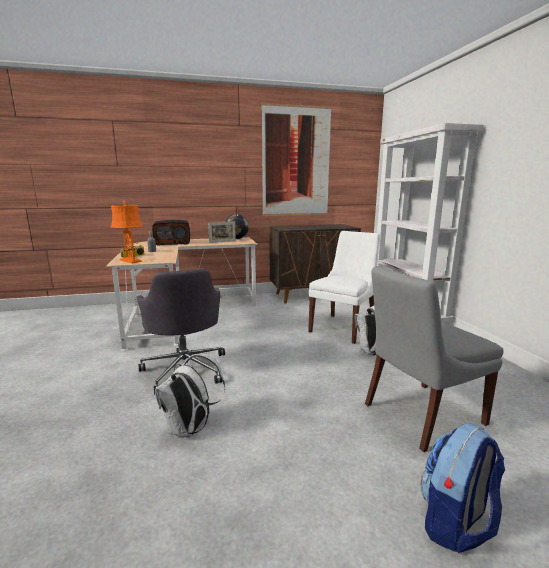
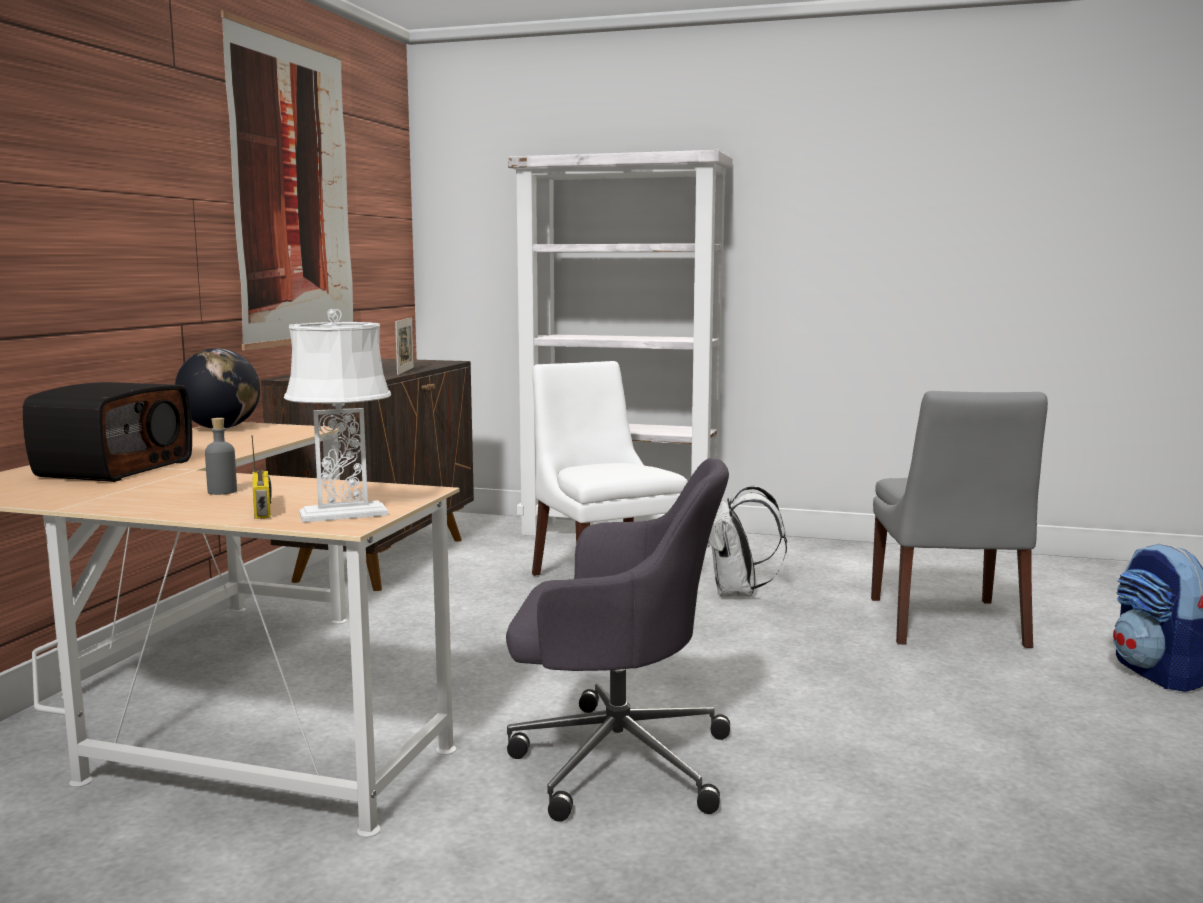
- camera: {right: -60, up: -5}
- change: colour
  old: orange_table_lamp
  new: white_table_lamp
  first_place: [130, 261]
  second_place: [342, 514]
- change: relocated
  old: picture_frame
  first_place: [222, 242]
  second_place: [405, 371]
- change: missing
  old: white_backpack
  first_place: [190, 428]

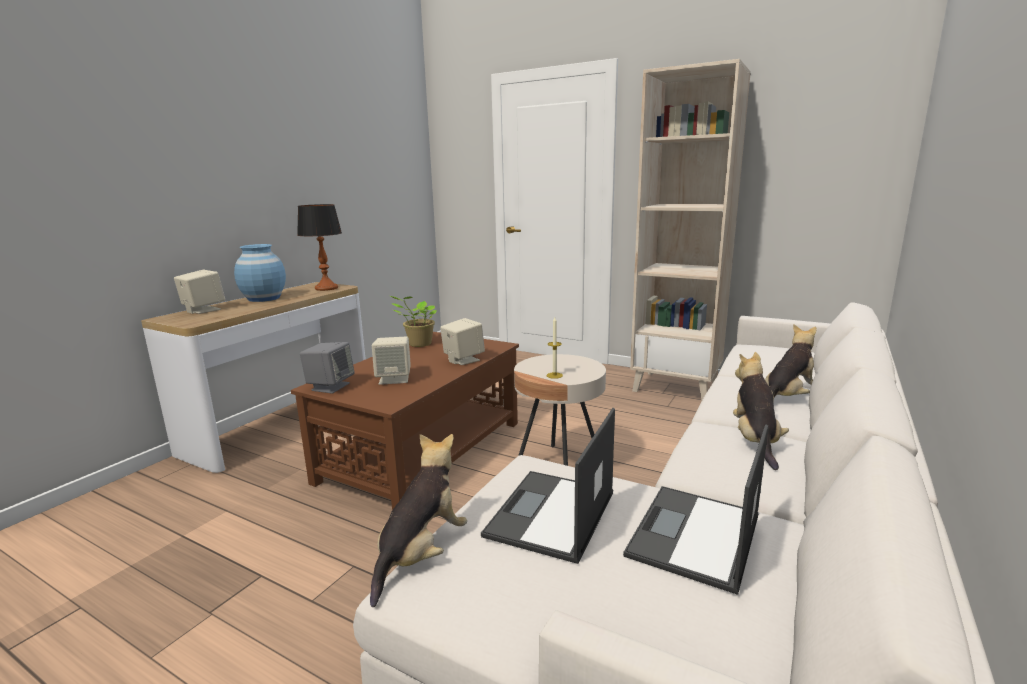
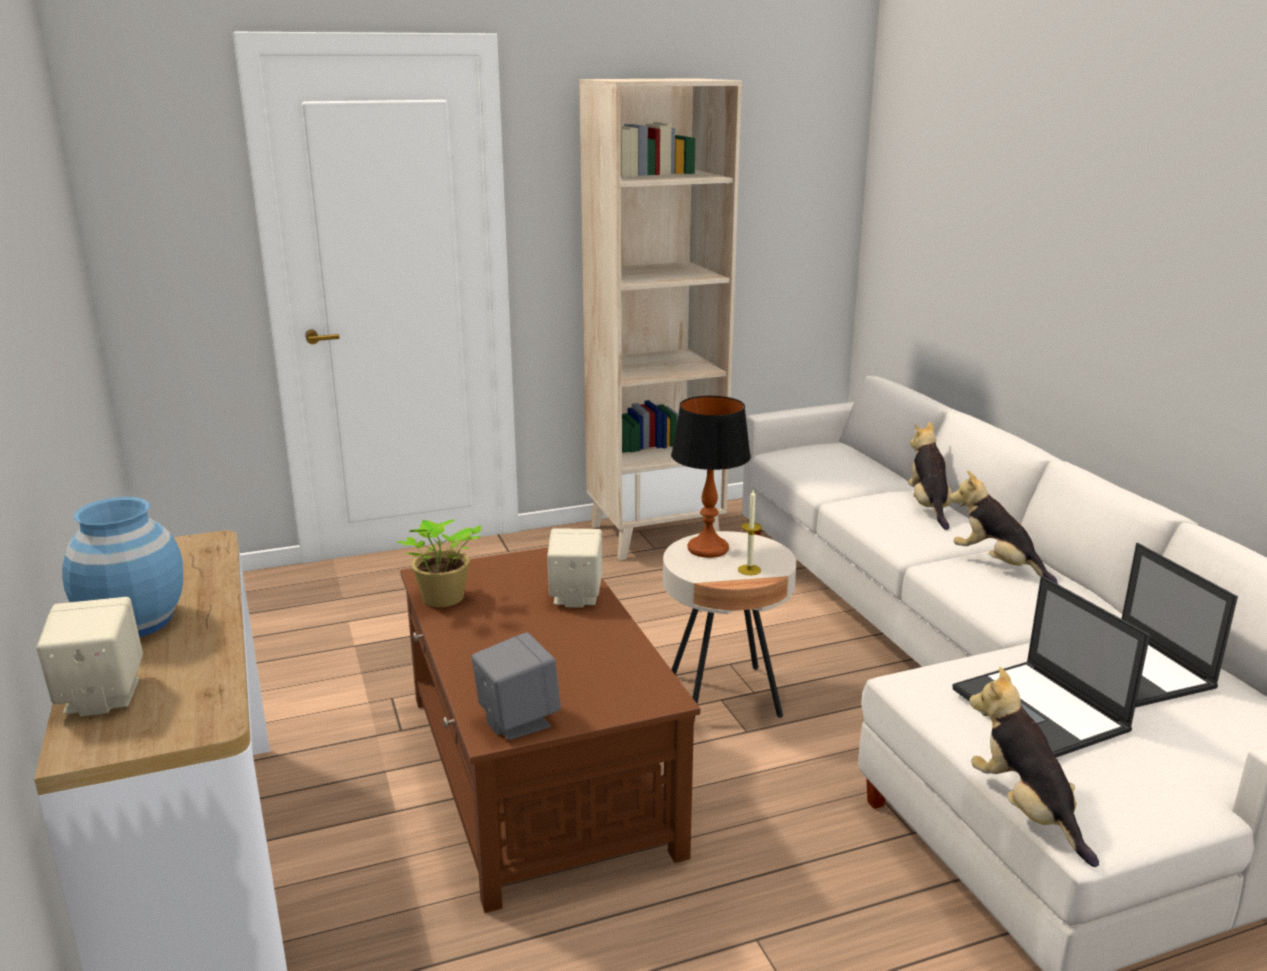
- camera: {right: -50, up: 5}
- change: relocated
  old: table_lamp
  first_place: [326, 288]
  second_place: [707, 548]
- change: missing
  old: beige_speaker
  first_place: [394, 379]

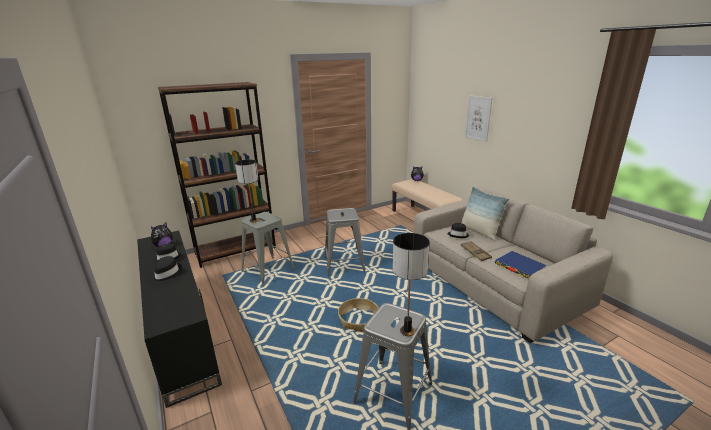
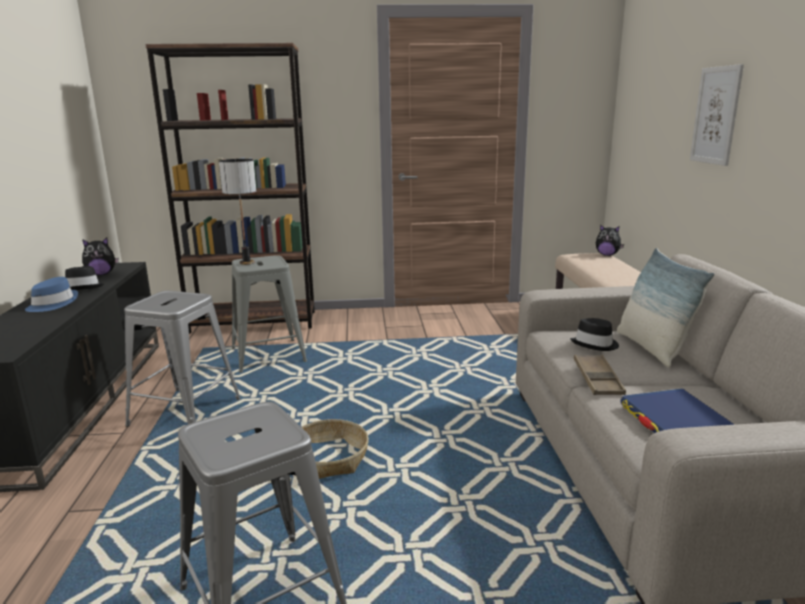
- camera: {right: 25, up: -5}
- change: relocated
  old: grey_stool
  first_place: [344, 265]
  second_place: [185, 412]
- change: missing
  old: table_lamp
  first_place: [407, 331]
- change: colour
  old: black_hat
  new: blue_hat
  first_place: [166, 275]
  second_place: [53, 304]

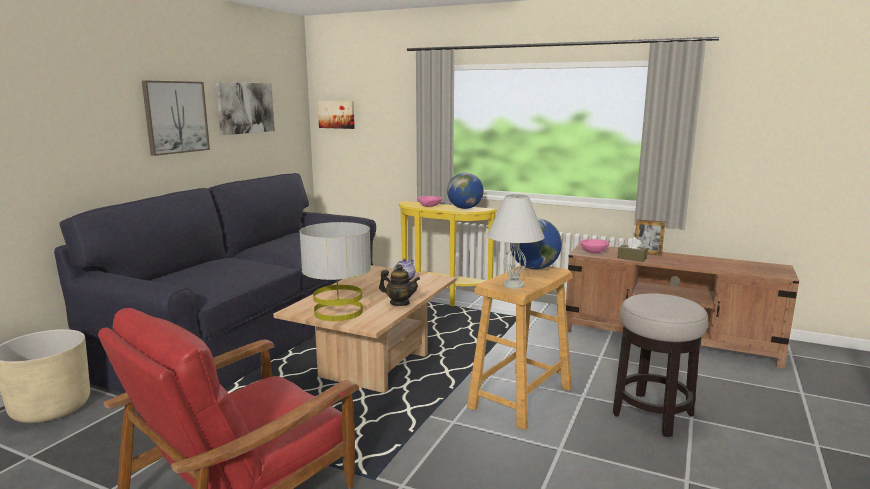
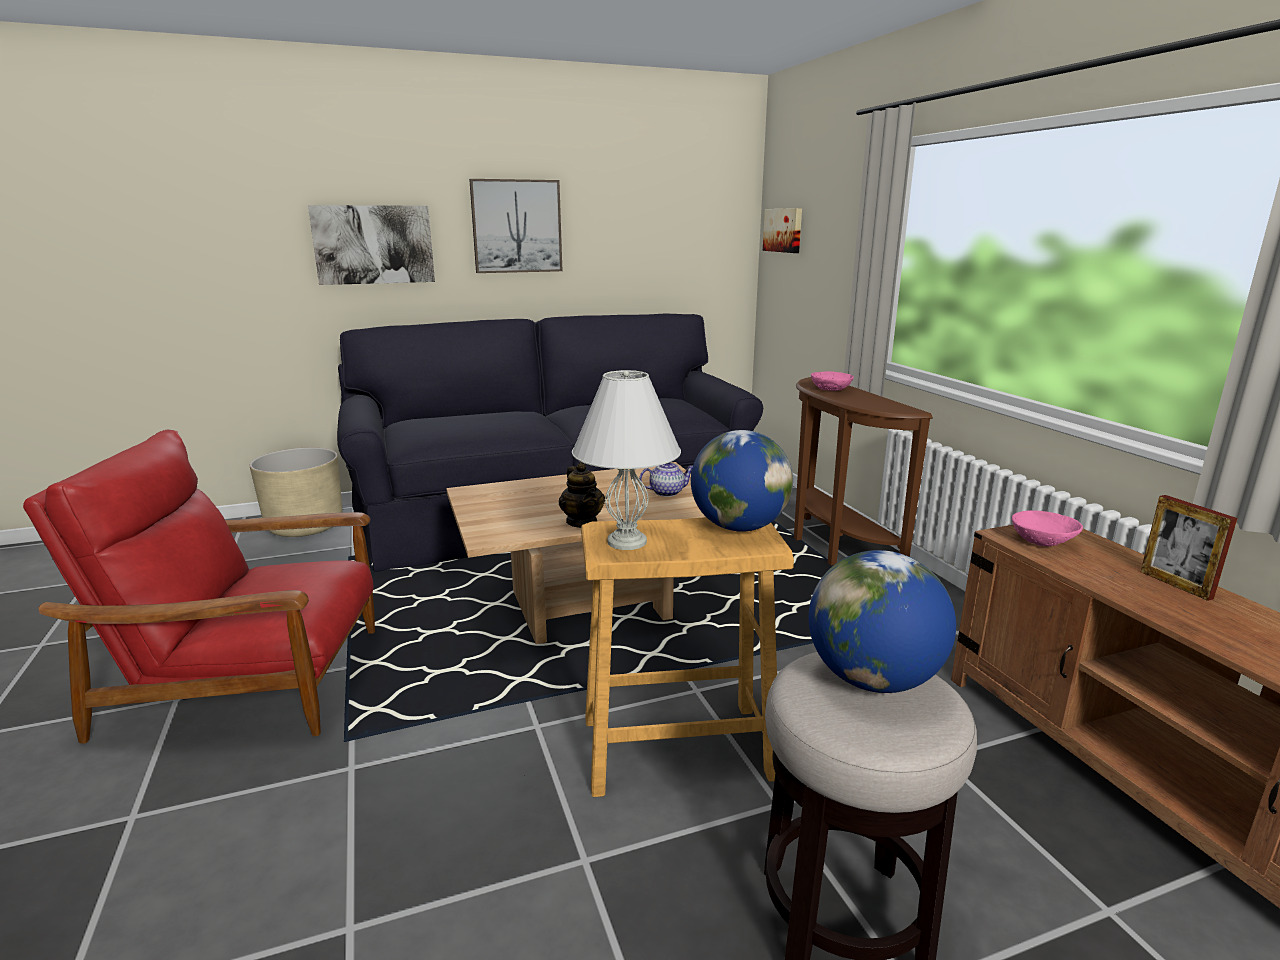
- camera: {right: 45, up: 5}
- change: relocated
  old: picture
  first_place: [245, 108]
  second_place: [373, 244]
- change: relocated
  old: globe
  first_place: [465, 208]
  second_place: [873, 679]
- change: colour
  old: yellow_console_table
  new: brown_console_table
  first_place: [441, 299]
  second_place: [833, 549]
- change: missing
  old: grey_table_lamp
  first_place: [338, 312]
- change: missing
  old: brown_tissue_box
  first_place: [632, 258]

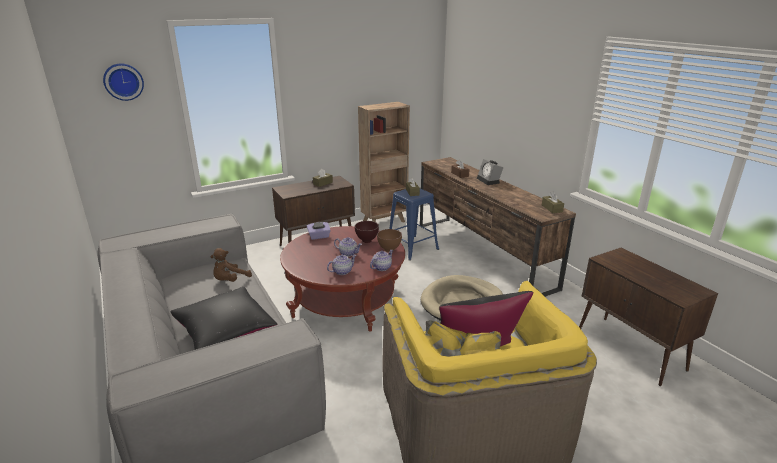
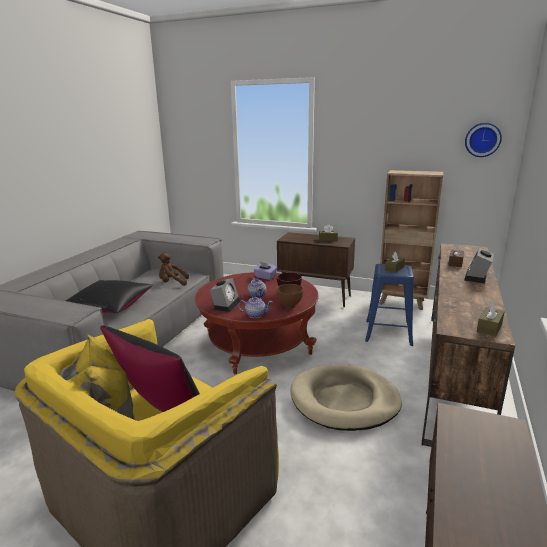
- camera: {right: 50, up: -5}
- change: relocated
  old: wall_clock
  first_place: [123, 81]
  second_place: [482, 139]
- change: exchanged
  old: teapot
  new: alarm_clock
  first_place: [342, 271]
  second_place: [226, 304]

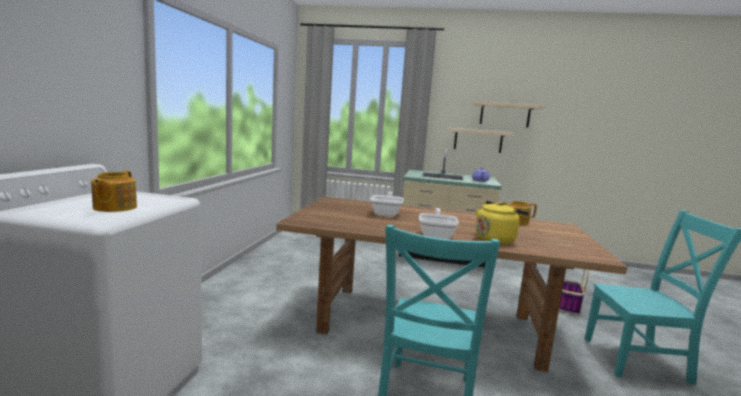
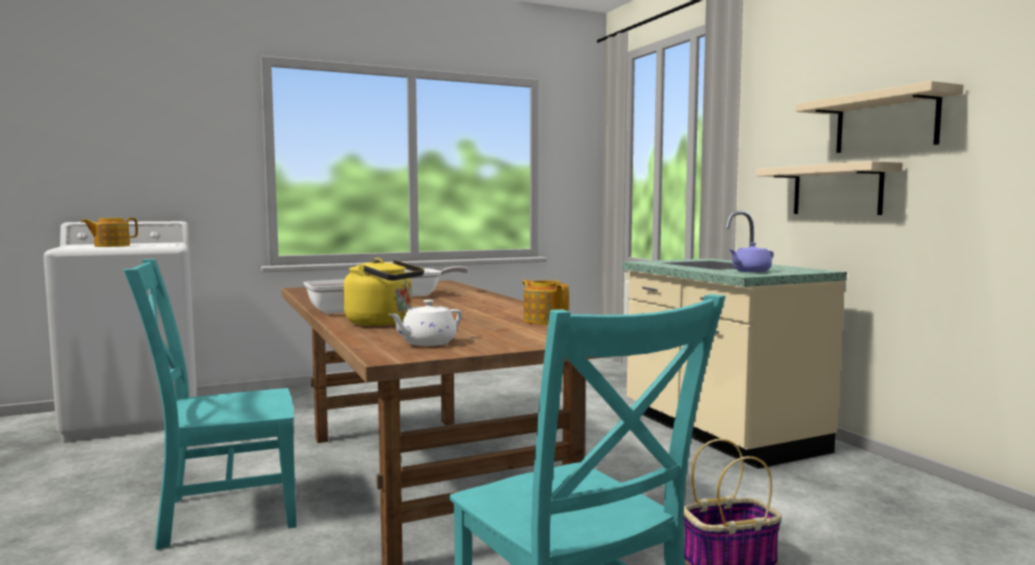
- camera: {right: 55, up: -5}
- change: appeared
  new: white_teapot
  second_place: [427, 343]

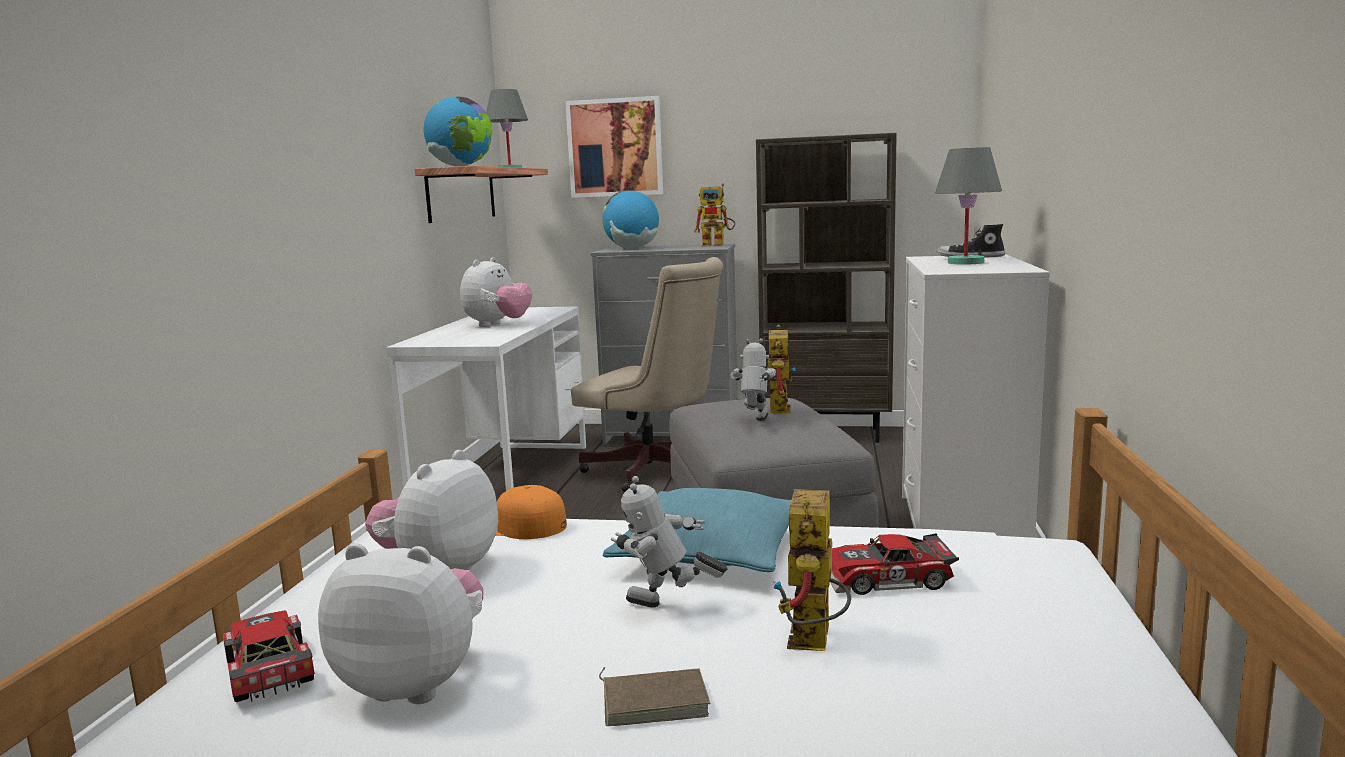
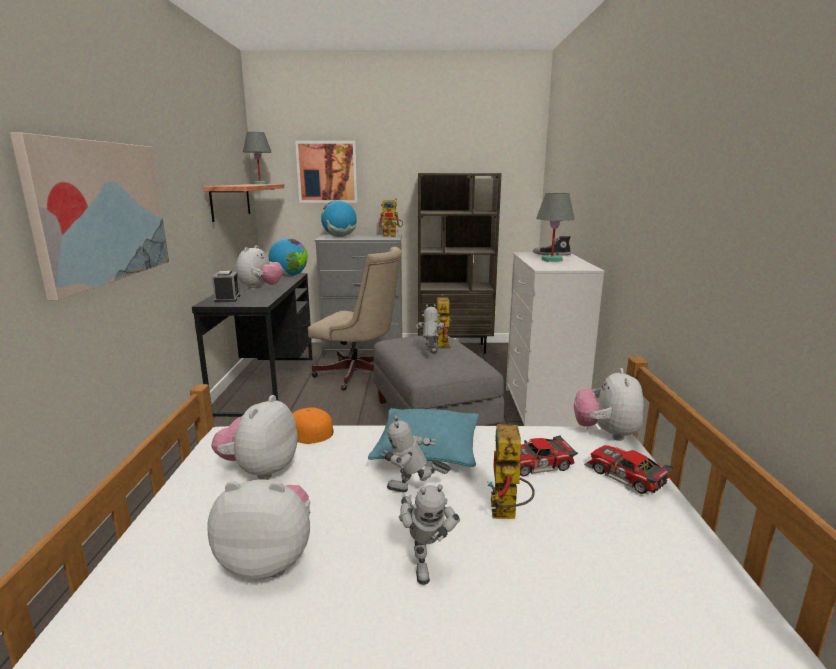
- camera: {right: -10, up: 5}
- change: relocated
  old: globe
  first_place: [461, 166]
  second_place: [289, 276]
- change: colour
  old: white_desk
  new: black_desk
  first_place: [508, 480]
  second_place: [267, 383]
- change: relocated
  old: toy_car
  first_place: [264, 670]
  second_place: [625, 476]
- change: exchanged
  old: brown_book
  new: toy_robot
  first_place: [655, 700]
  second_place: [425, 562]
- change: appeared
  new: picture
  second_place: [102, 212]
- change: appeared
  new: alarm_clock
  second_place: [227, 298]
- change: appeared
  new: plush_toy
  second_place: [606, 433]

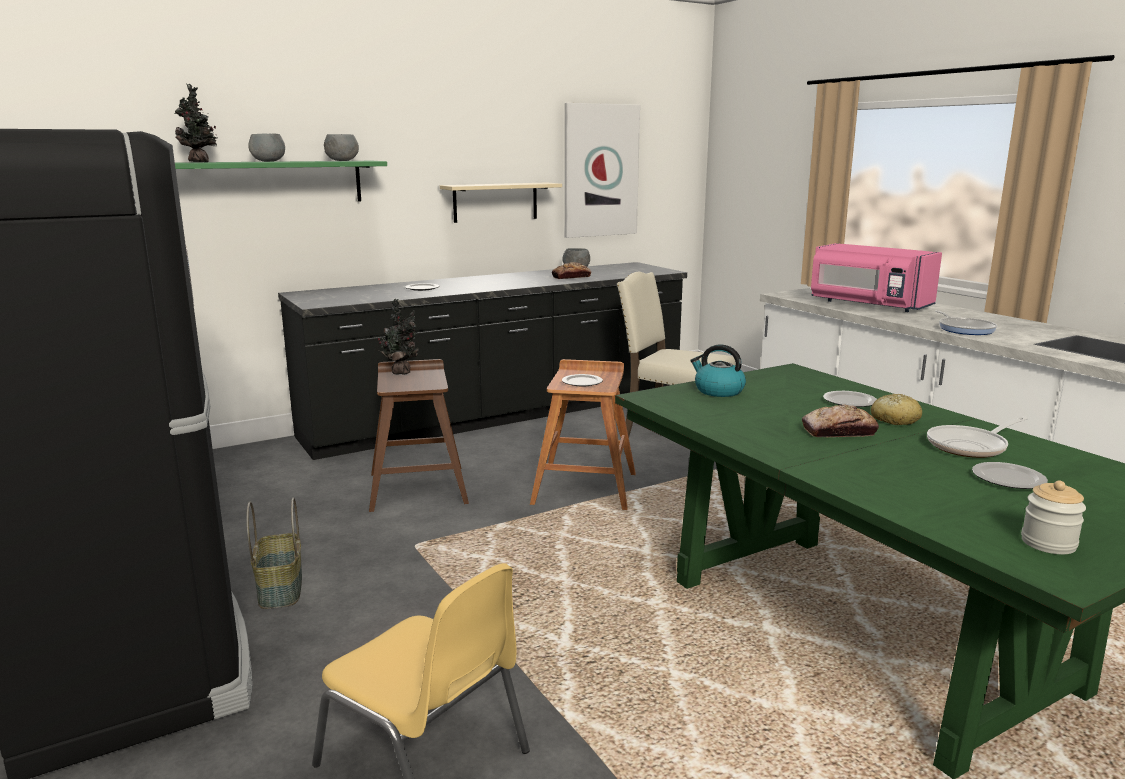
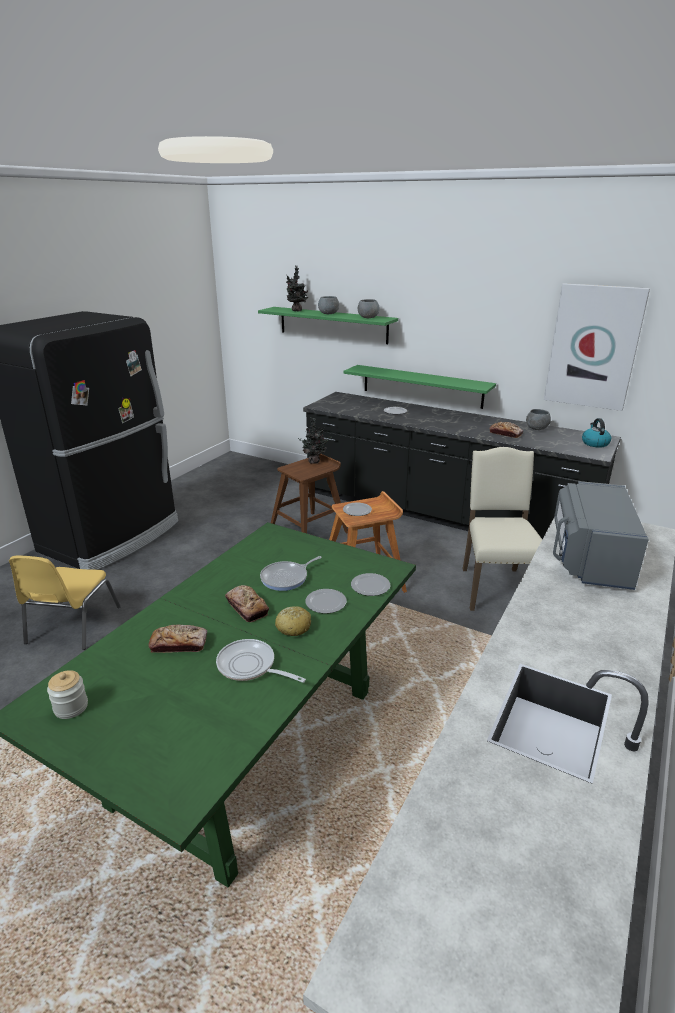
- camera: {right: 60, up: 10}
- change: missing
  old: beige_shelf
  first_place: [495, 202]
- change: colour
  old: pink_microwave
  new: grey_microwave
  first_place: [867, 305]
  second_place: [589, 557]
- change: relocated
  old: frying_pan
  first_place: [964, 329]
  second_place: [286, 578]
- change: relocated
  old: kettle
  first_place: [718, 391]
  second_place: [594, 443]
- change: relocated
  old: plate
  first_place: [1009, 478]
  second_place: [371, 586]
- change: missing
  old: basket
  first_place: [279, 589]
- change: appeared
  new: green_shelf
  second_place: [422, 386]
- change: appeared
  new: bread
  second_place: [179, 644]

